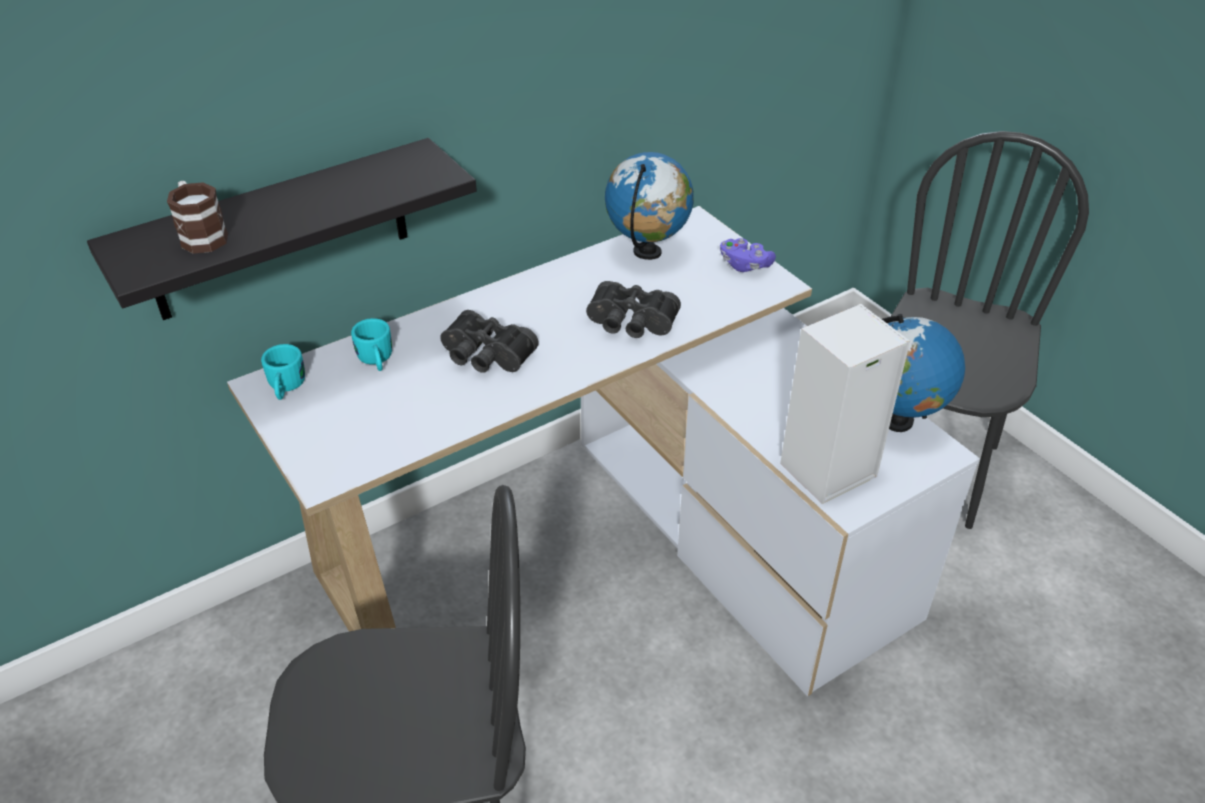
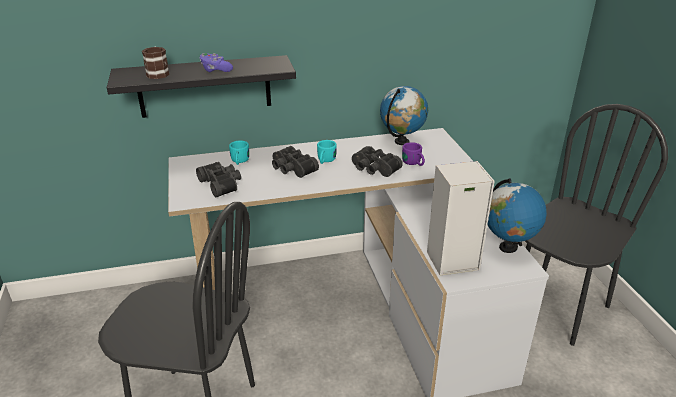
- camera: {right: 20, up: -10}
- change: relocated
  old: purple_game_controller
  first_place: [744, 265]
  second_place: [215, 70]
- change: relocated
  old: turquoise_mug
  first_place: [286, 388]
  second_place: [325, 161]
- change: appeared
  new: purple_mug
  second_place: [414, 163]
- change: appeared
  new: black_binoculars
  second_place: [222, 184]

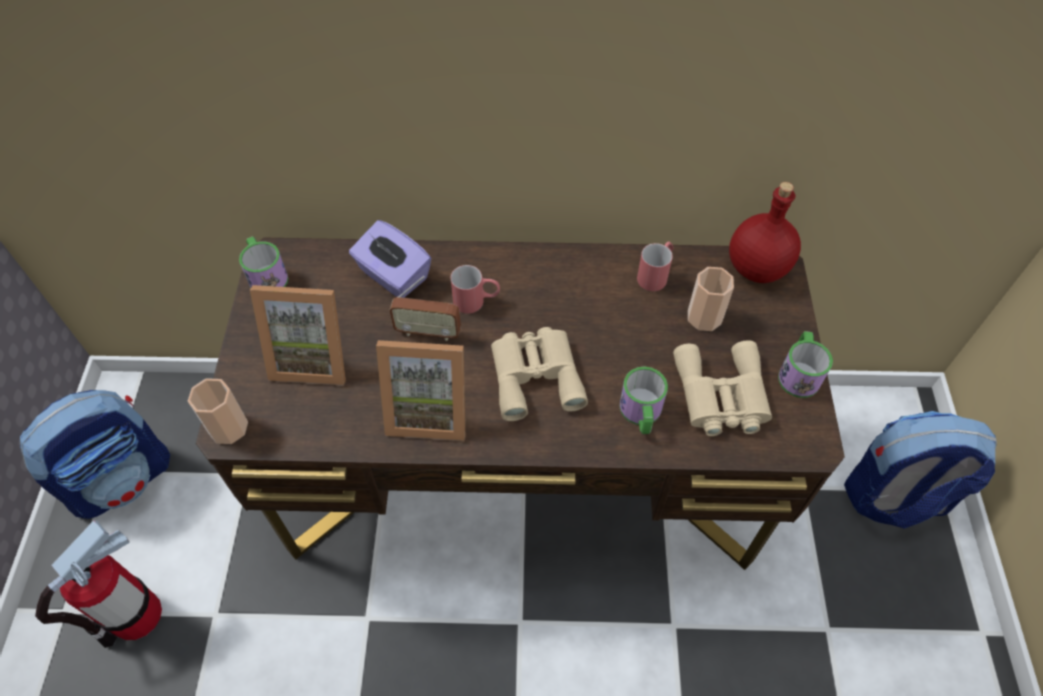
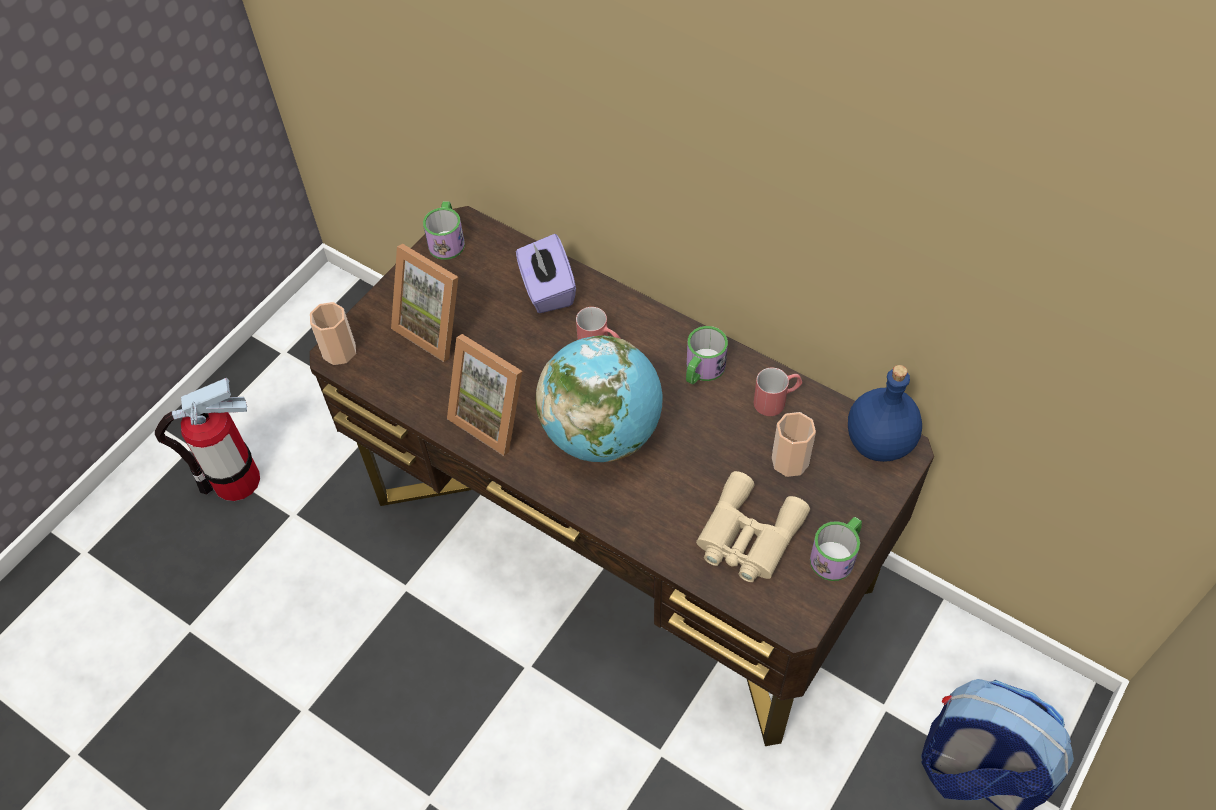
- camera: {right: 35, up: 0}
- change: colour
  old: red_bottle
  new: blue_bottle
  first_place: [756, 267]
  second_place: [879, 441]
- change: missing
  old: radio
  first_place: [428, 332]
- change: exchanged
  old: beige_binoculars
  new: globe
  first_place: [535, 374]
  second_place: [602, 433]
- change: relocated
  old: mug
  first_place: [641, 414]
  second_place: [702, 370]
- change: missing
  old: backpack
  first_place: [122, 478]

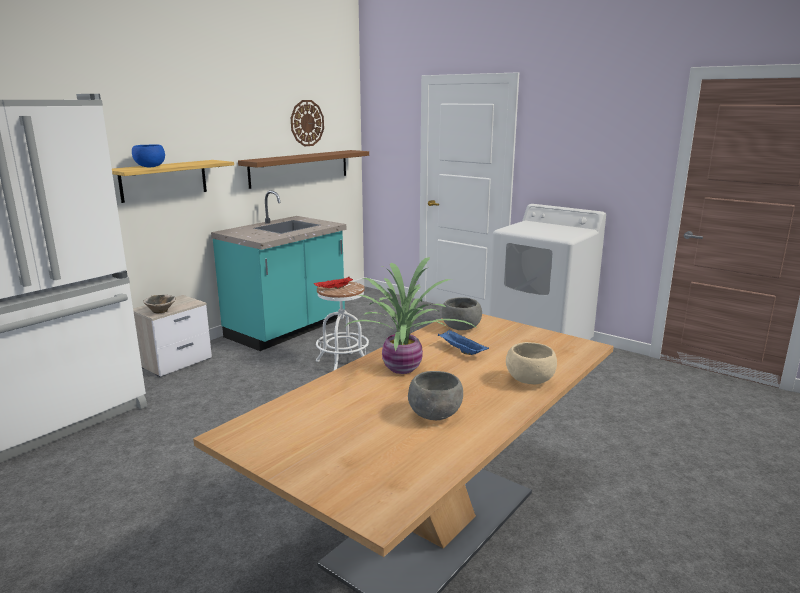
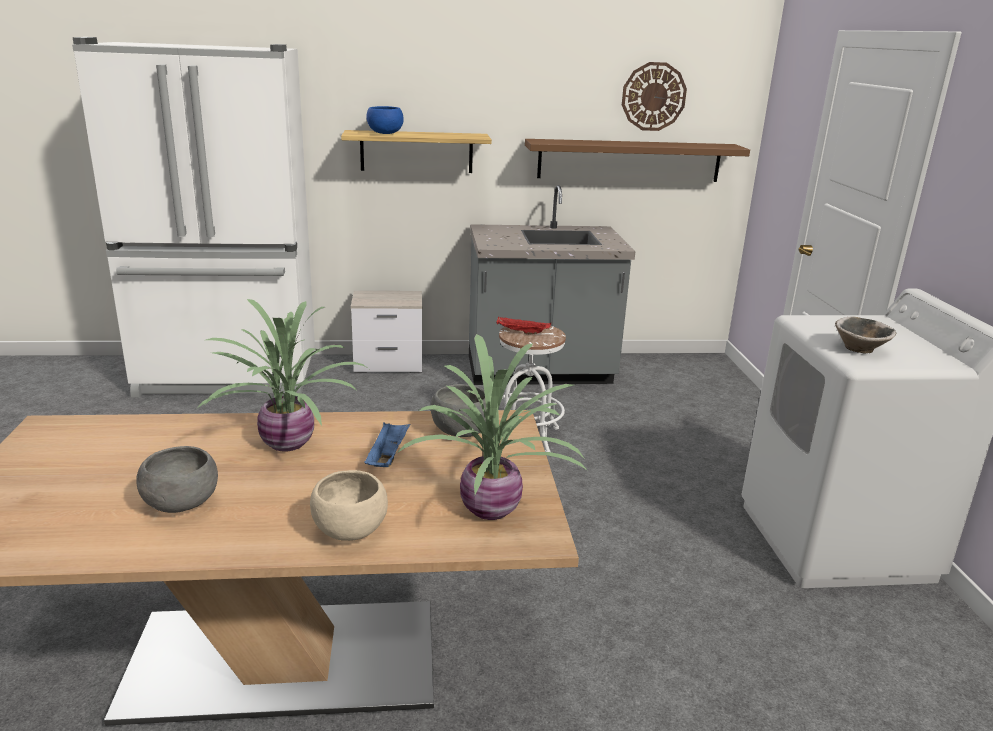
- camera: {right: 45, up: 5}
- change: colour
  old: turquoise_counter
  new: grey_counter
  first_place: [287, 330]
  second_place: [539, 372]
- change: relocated
  old: bowl
  first_place: [160, 311]
  second_place: [859, 349]
- change: appeared
  new: potted_plant
  second_place: [493, 508]

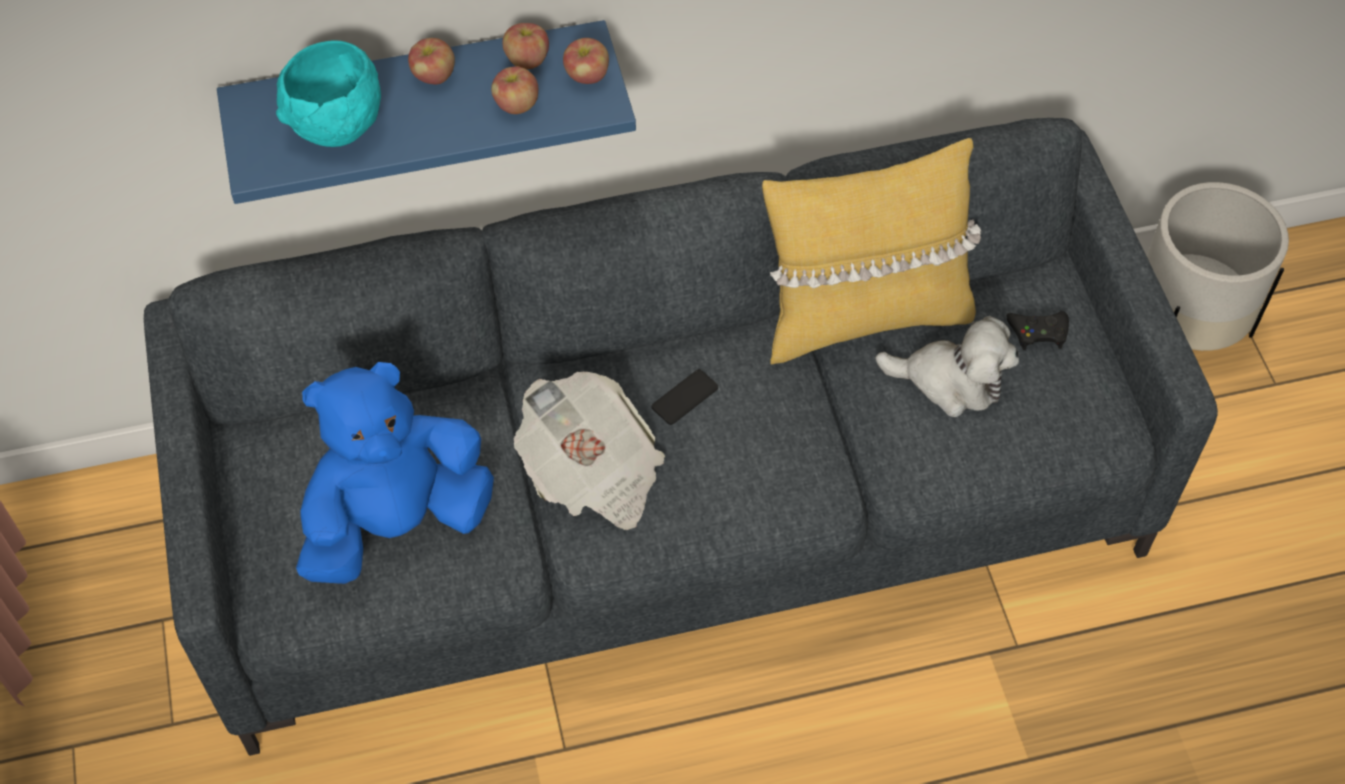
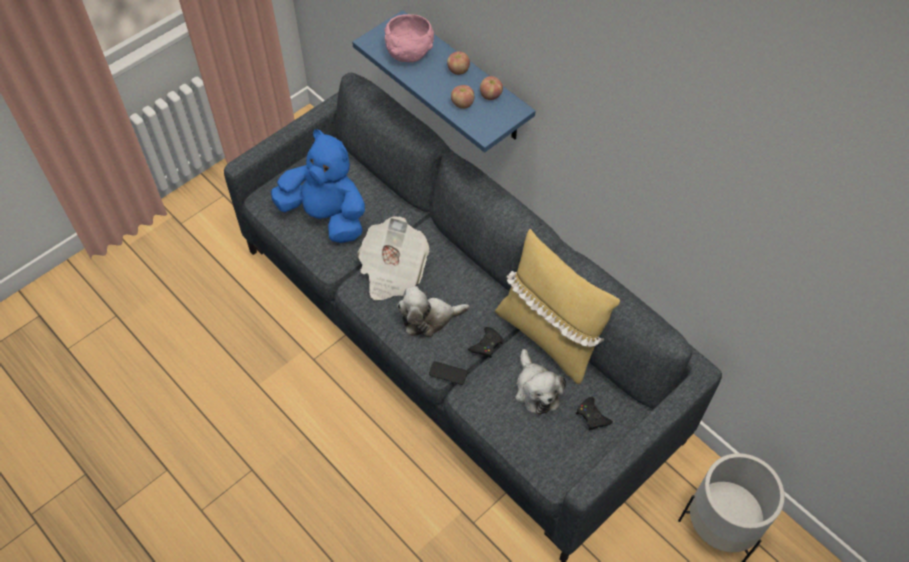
- camera: {right: 60, up: 0}
- change: missing
  old: apple
  first_place: [587, 76]
- change: colour
  old: turquoise_bowl
  new: pink_bowl
  first_place: [338, 125]
  second_place: [409, 54]
- change: relocated
  old: phone
  first_place: [685, 397]
  second_place: [448, 373]
- change: appeared
  new: plush_toy
  second_place: [429, 318]
- change: appeared
  new: black_game_controller
  second_place: [486, 345]

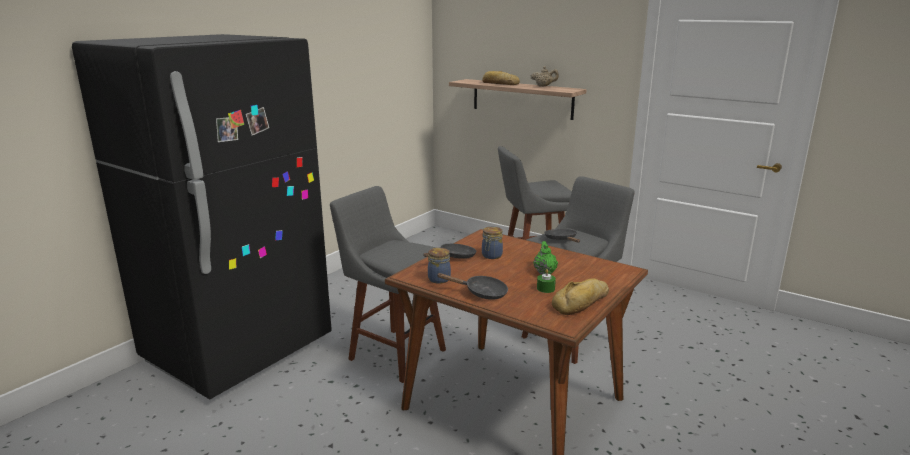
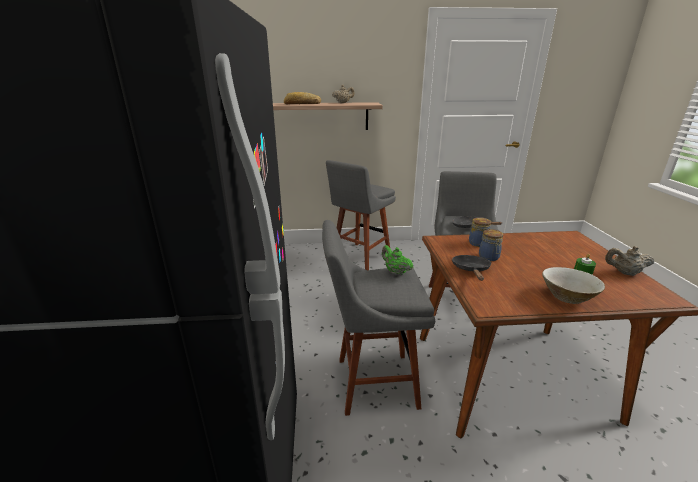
- camera: {right: -40, up: 5}
- change: relocated
  old: green_teapot
  first_place: [544, 272]
  second_place: [395, 272]
- change: relocated
  old: jar
  first_place: [440, 279]
  second_place: [477, 243]
- change: exchanged
  old: black_frying_pan
  new: beige_bowl
  first_place: [481, 293]
  second_place: [567, 296]
- change: exchanged
  old: bread
  new: beige_teapot
  first_place: [582, 302]
  second_place: [624, 273]

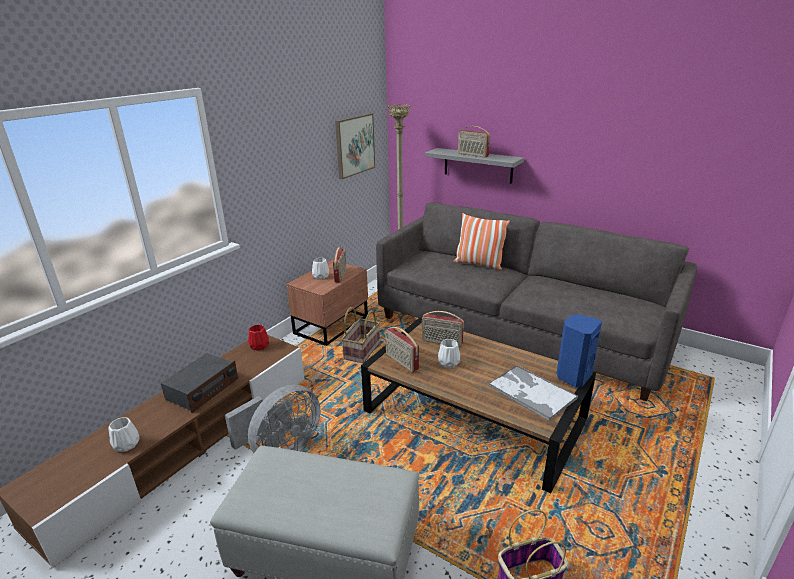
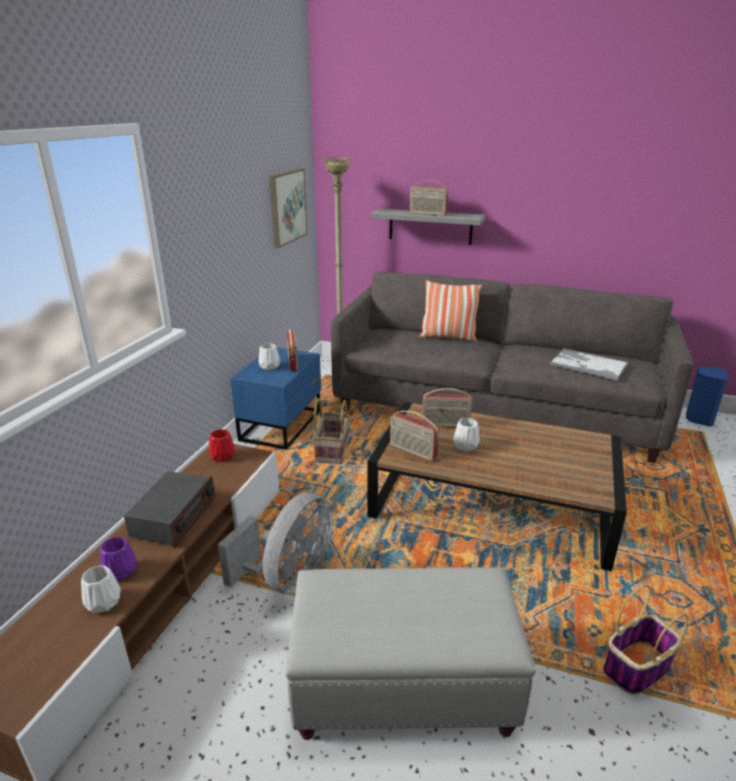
- camera: {right: -15, up: 0}
- change: colour
  old: brown_nightstand
  new: blue_nightstand
  first_place: [333, 325]
  second_place: [283, 425]
- change: relocated
  old: blue_speaker
  first_place: [573, 376]
  second_place: [698, 419]
- change: relocated
  old: tray
  first_place: [531, 392]
  second_place: [587, 365]
- change: appeared
  new: purple_vase
  second_place: [121, 572]

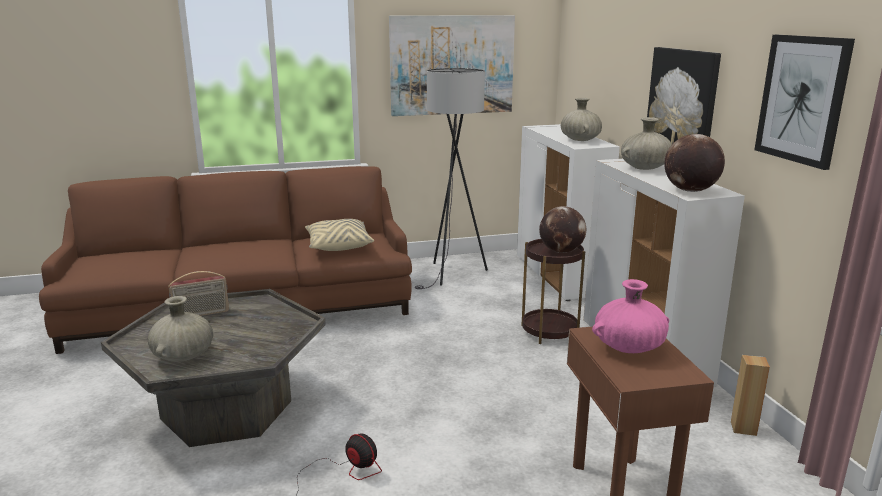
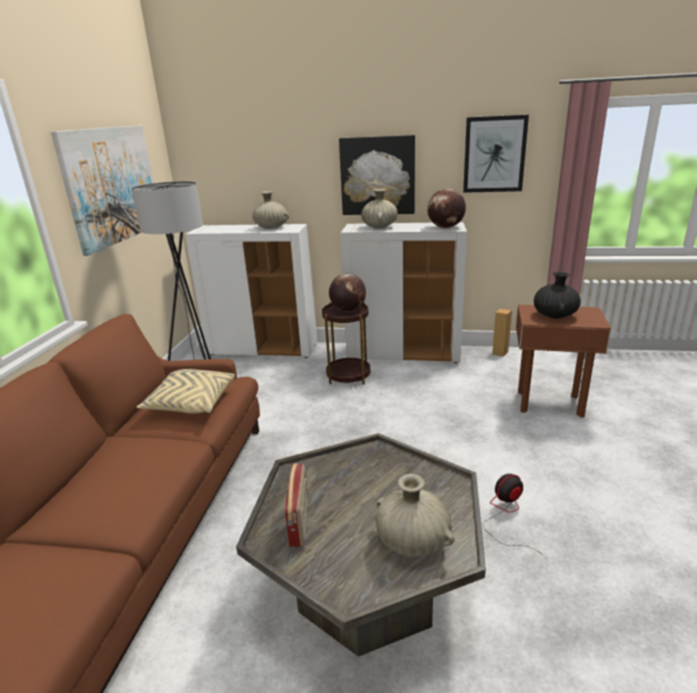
- camera: {right: -65, up: 5}
- change: colour
  old: pink_vase
  new: black_vase
  first_place: [629, 348]
  second_place: [555, 315]

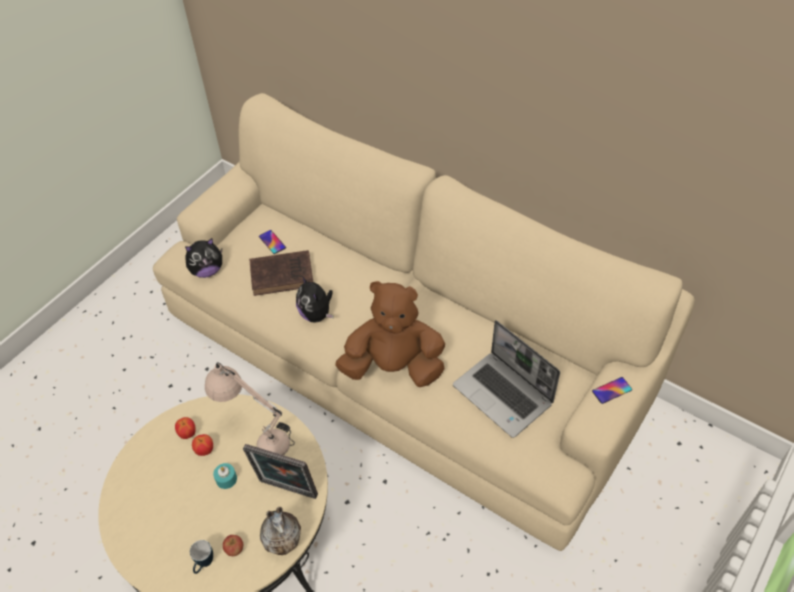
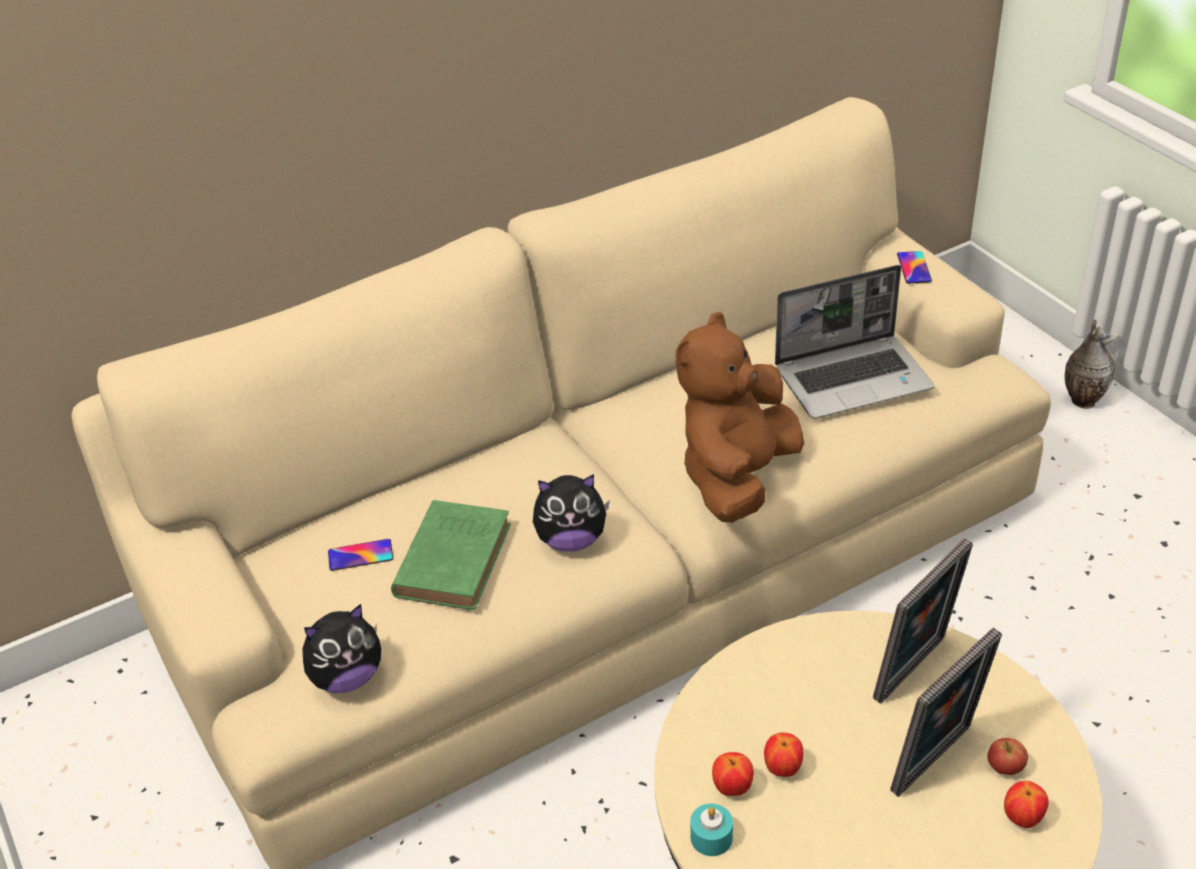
- camera: {right: -65, up: -10}
- change: spun
  old: plush_toy
  first_place: [207, 271]
  second_place: [347, 677]
  degrees: 60
- change: colour
  old: brown_book
  new: green_book
  first_place: [284, 275]
  second_place: [454, 558]
- change: missing
  old: beige_table_lamp
  first_place: [258, 437]
- change: relocated
  old: turquoise_candle
  first_place: [226, 479]
  second_place: [711, 837]
- change: relocated
  old: vase
  first_place: [285, 544]
  second_place: [1081, 400]
- change: exchanged
  old: mug
  new: apple
  first_place: [204, 564]
  second_place: [1022, 818]
- change: appeared
  new: picture_frame
  second_place: [936, 763]

